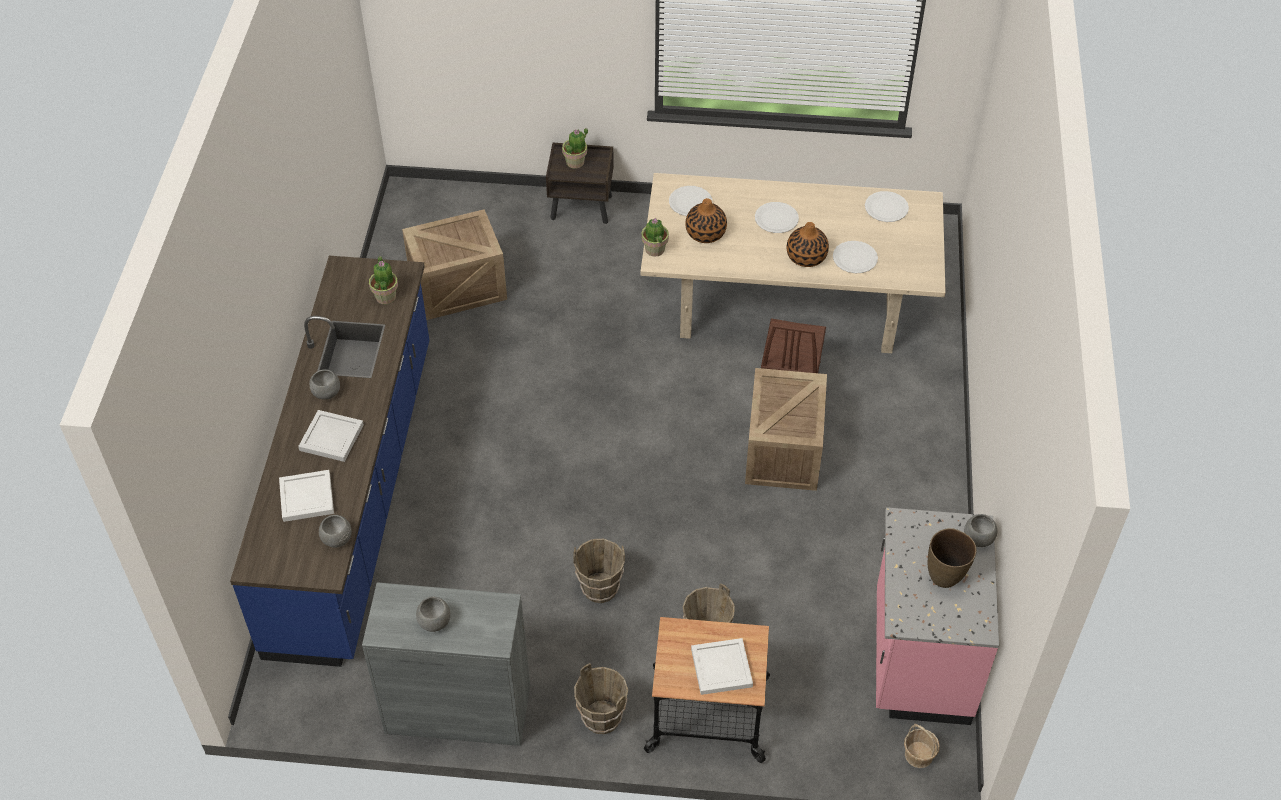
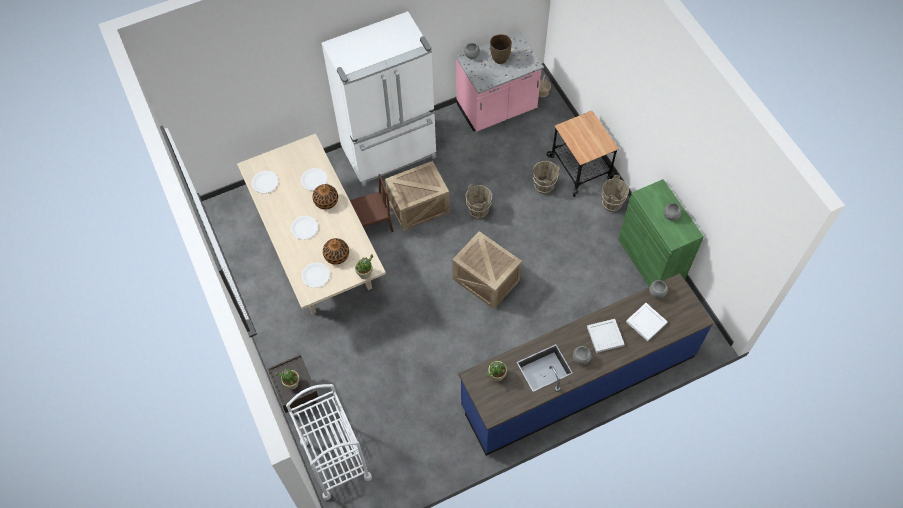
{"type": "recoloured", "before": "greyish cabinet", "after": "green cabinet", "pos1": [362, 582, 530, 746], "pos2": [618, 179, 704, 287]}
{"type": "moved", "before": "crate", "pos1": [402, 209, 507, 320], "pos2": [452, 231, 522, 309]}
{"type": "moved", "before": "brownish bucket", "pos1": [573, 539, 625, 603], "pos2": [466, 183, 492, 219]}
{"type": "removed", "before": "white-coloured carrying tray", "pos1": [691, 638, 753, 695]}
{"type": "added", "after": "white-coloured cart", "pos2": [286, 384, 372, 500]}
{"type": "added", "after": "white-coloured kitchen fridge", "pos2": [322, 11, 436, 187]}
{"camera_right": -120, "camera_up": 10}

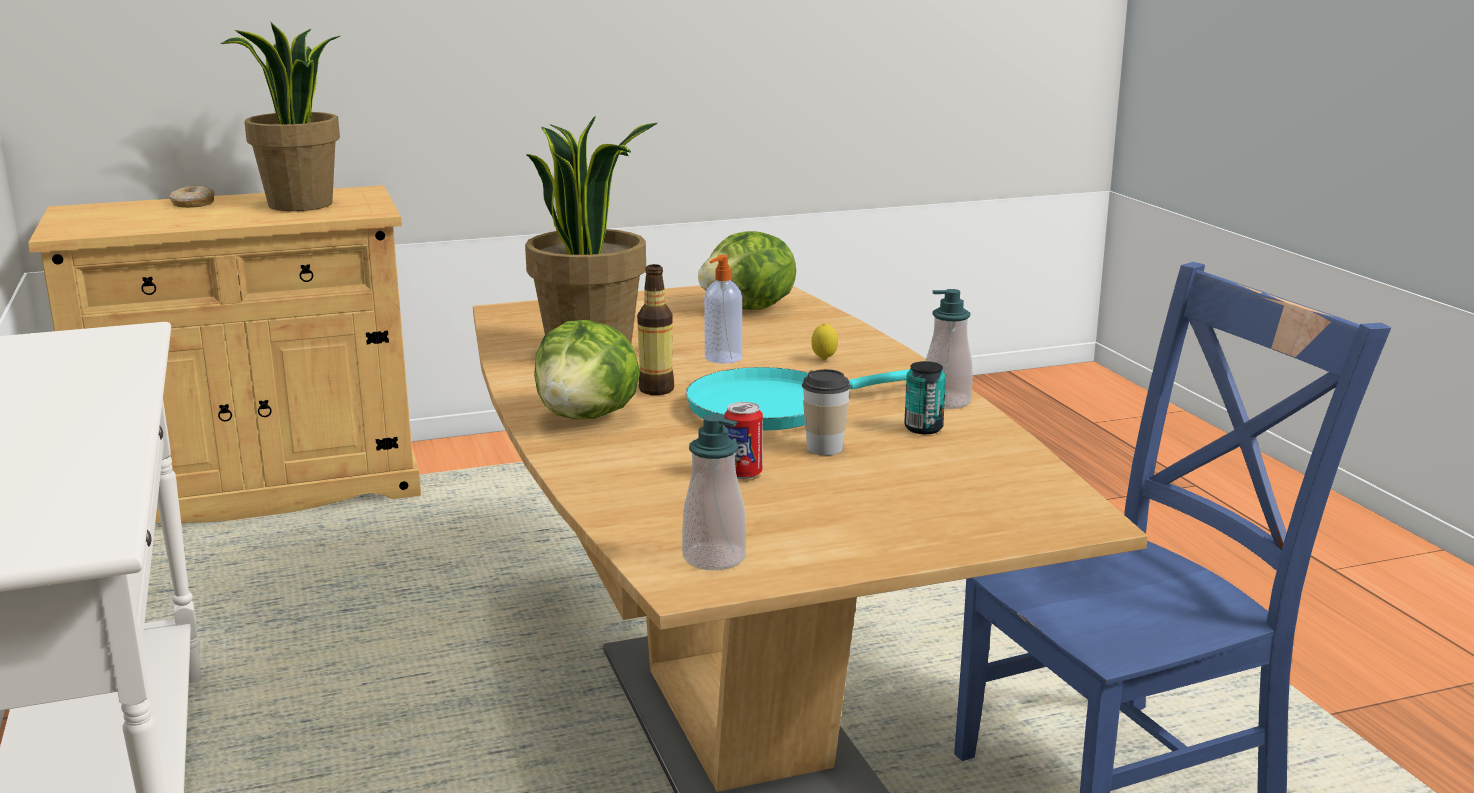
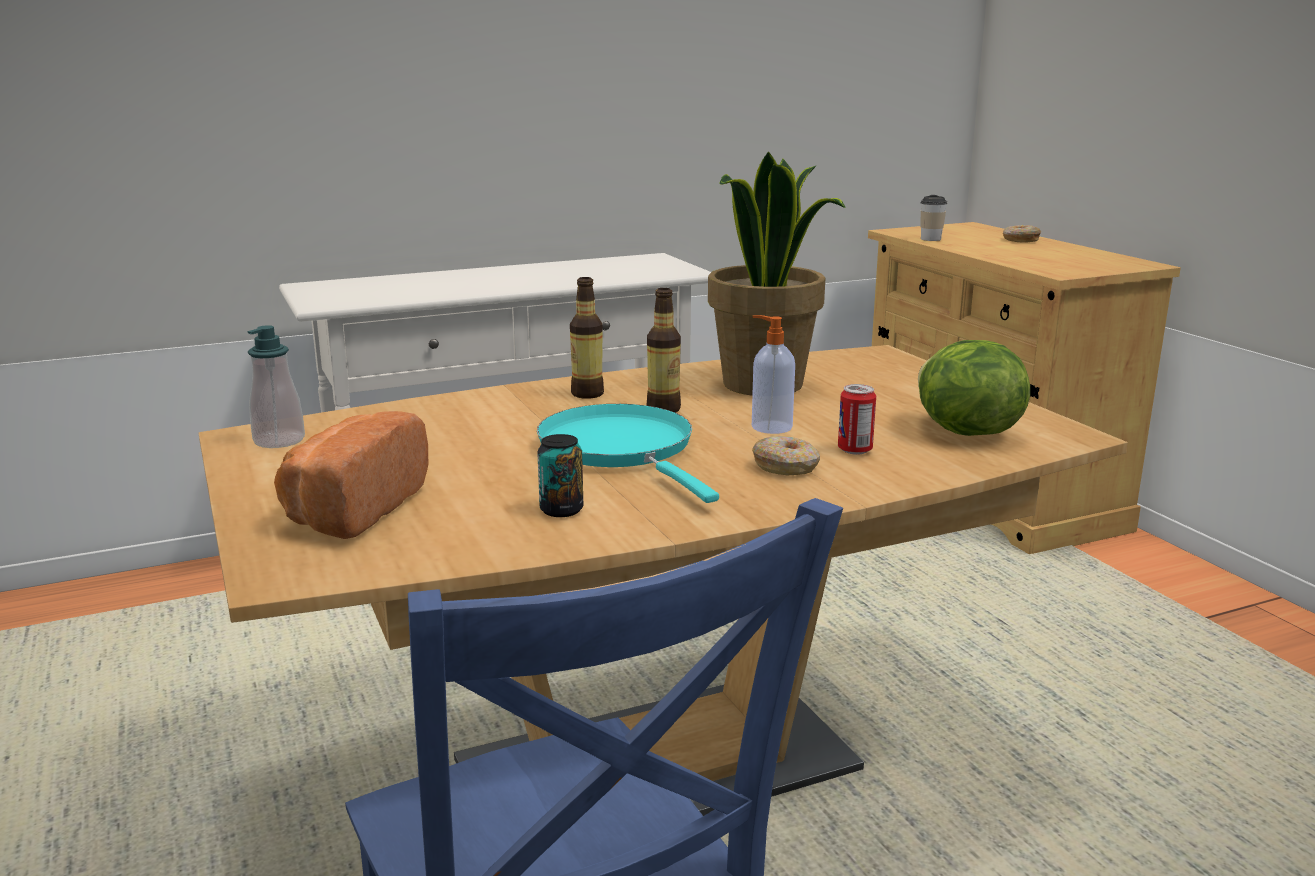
{"type": "removed", "before": "houseplant", "pos1": [220, 23, 340, 211]}
{"type": "replaced", "before": "lettuce head", "after": "drink bottle", "pos1": [534, 320, 640, 419], "pos2": [570, 277, 604, 399]}
{"type": "moved", "before": "can", "pos1": [724, 402, 763, 479], "pos2": [838, 384, 876, 455]}
{"type": "moved", "before": "drinking cup", "pos1": [802, 369, 851, 456], "pos2": [921, 195, 947, 241]}
{"type": "replaced", "before": "lemon", "after": "doughnut", "pos1": [811, 323, 838, 360], "pos2": [752, 436, 820, 475]}
{"type": "removed", "before": "soap dispenser", "pos1": [926, 289, 973, 409]}
{"type": "added", "after": "bread", "pos2": [274, 411, 428, 539]}
{"camera_right": 85, "camera_up": 0}

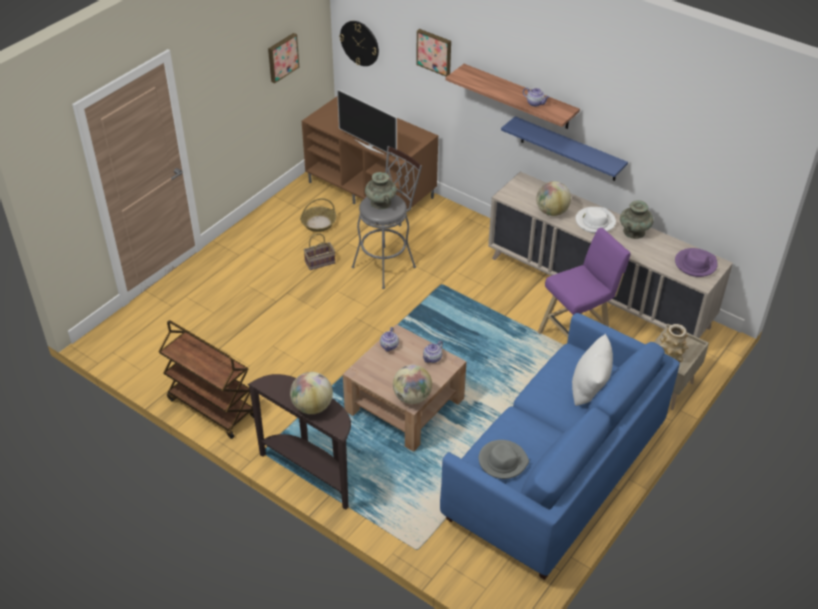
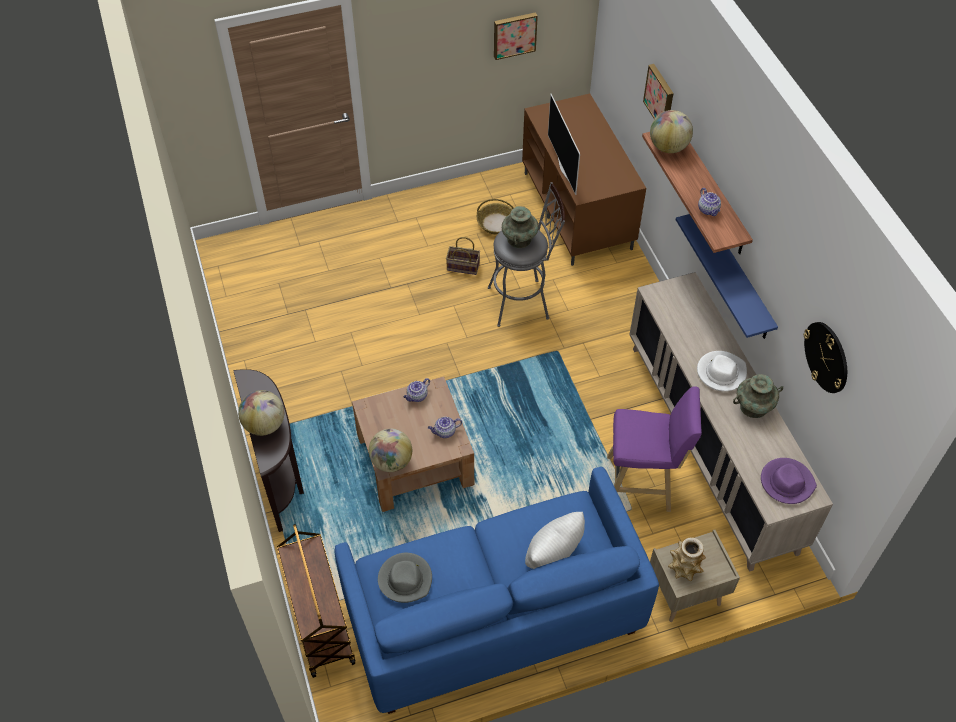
{"type": "moved", "before": "brownish cart", "pos1": [159, 320, 254, 439], "pos2": [277, 524, 355, 678]}
{"type": "moved", "before": "clock on the wall", "pos1": [339, 21, 379, 66], "pos2": [804, 322, 847, 393]}
{"type": "moved", "before": "world globe", "pos1": [536, 181, 571, 216], "pos2": [650, 110, 693, 153]}
{"camera_right": 35, "camera_up": 10}

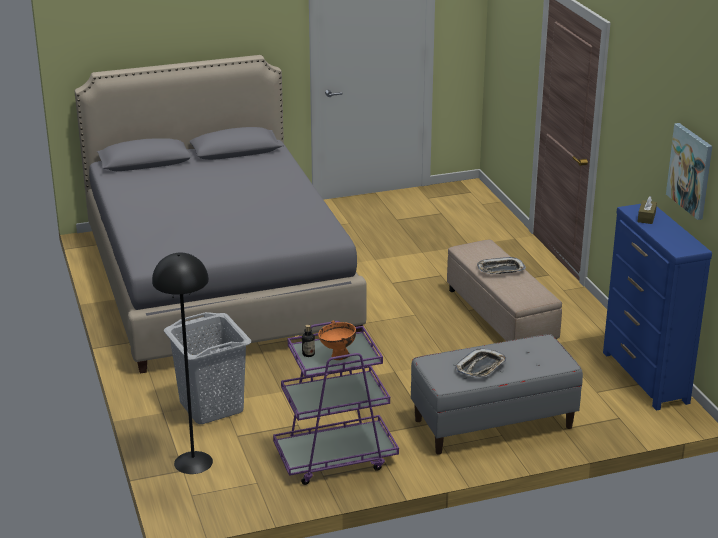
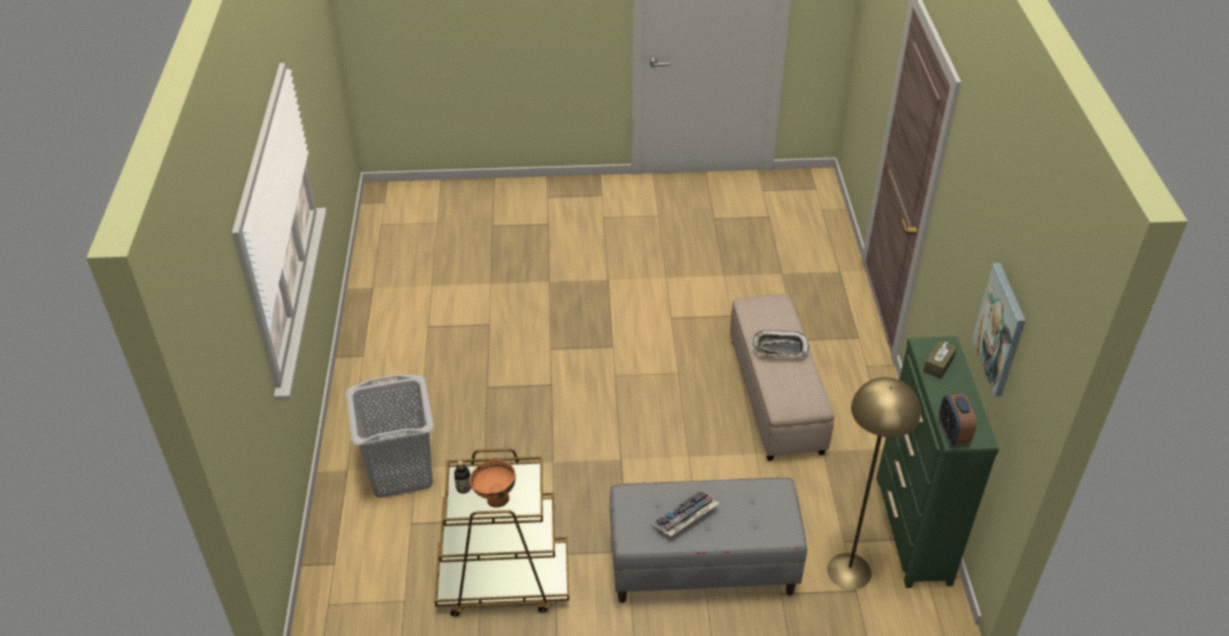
{"type": "removed", "before": "greyish bedroom bed", "pos1": [75, 55, 367, 374]}
{"type": "removed", "before": "black standard lamp", "pos1": [152, 253, 213, 474]}
{"type": "recoloured", "before": "purple cart", "after": "brownish cart", "pos1": [273, 321, 399, 485], "pos2": [435, 448, 569, 617]}
{"type": "replaced", "before": "carrying tray", "after": "keyboard", "pos1": [455, 348, 507, 377], "pos2": [652, 490, 720, 536]}
{"type": "recoloured", "before": "blue-coloured dresser", "after": "green dresser", "pos1": [603, 204, 712, 411], "pos2": [876, 336, 999, 588]}
{"type": "added", "after": "yellowish standard lamp", "pos2": [827, 377, 921, 590]}
{"type": "added", "after": "table clock", "pos2": [939, 394, 977, 444]}
{"camera_right": 15, "camera_up": 15}

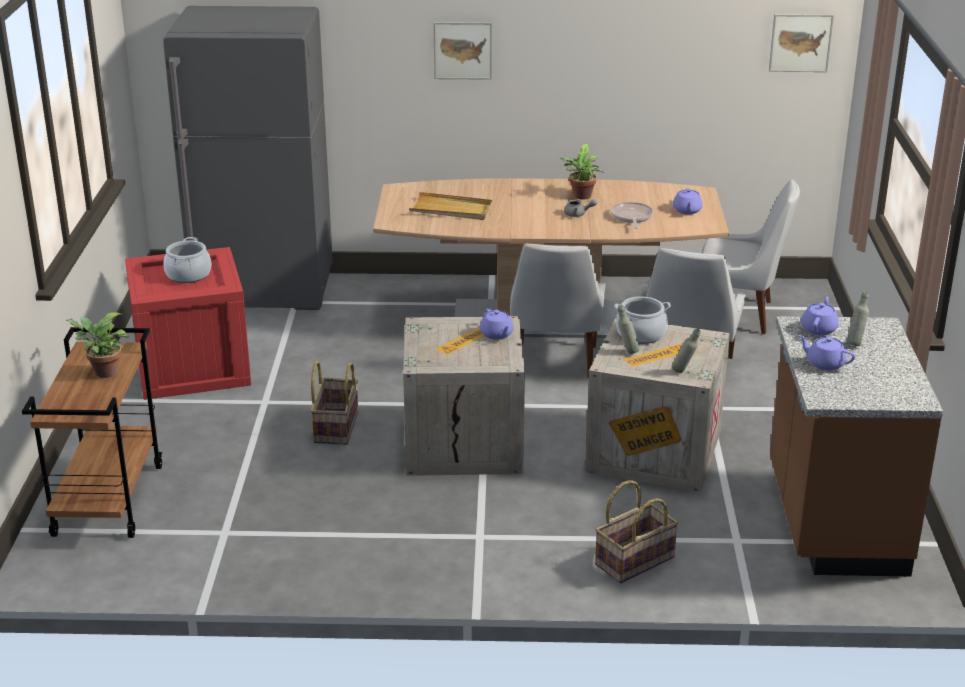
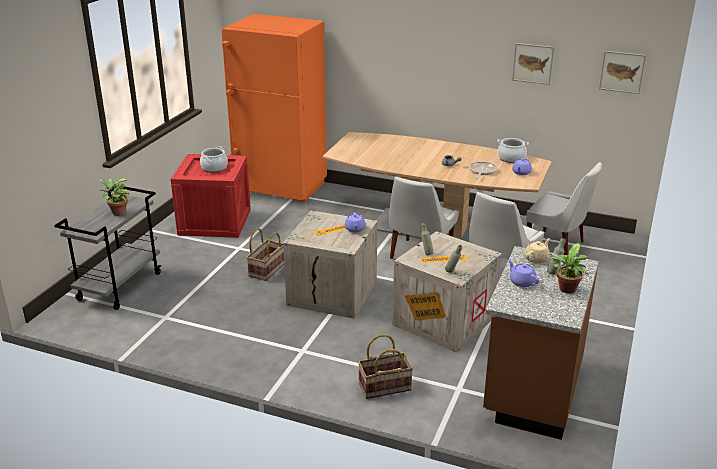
{"type": "recoloured", "before": "brownish cart", "after": "greyish cart", "pos1": [22, 327, 162, 538], "pos2": [54, 185, 161, 310]}
{"type": "recoloured", "before": "greyish kitchen fridge", "after": "orangey kitchen fridge", "pos1": [163, 6, 333, 310], "pos2": [222, 14, 327, 202]}
{"type": "removed", "before": "beige carrying tray", "pos1": [409, 192, 492, 220]}
{"type": "moved", "before": "picture", "pos1": [433, 22, 492, 80], "pos2": [512, 43, 554, 85]}
{"type": "moved", "before": "houseplant", "pos1": [561, 144, 604, 200], "pos2": [550, 243, 588, 294]}
{"type": "moved", "before": "saucepot", "pos1": [615, 297, 671, 344], "pos2": [497, 138, 529, 163]}
{"type": "recoloured", "before": "purple pot for tea", "after": "beige pot for tea", "pos1": [801, 296, 839, 335], "pos2": [524, 238, 550, 263]}
{"camera_right": 20, "camera_up": 0}

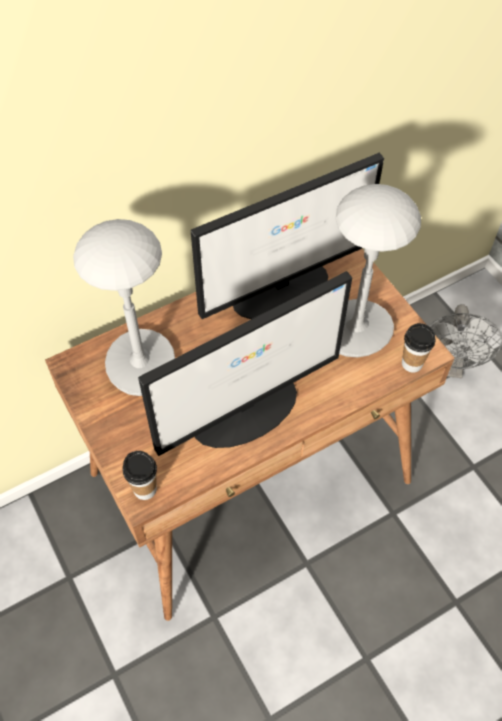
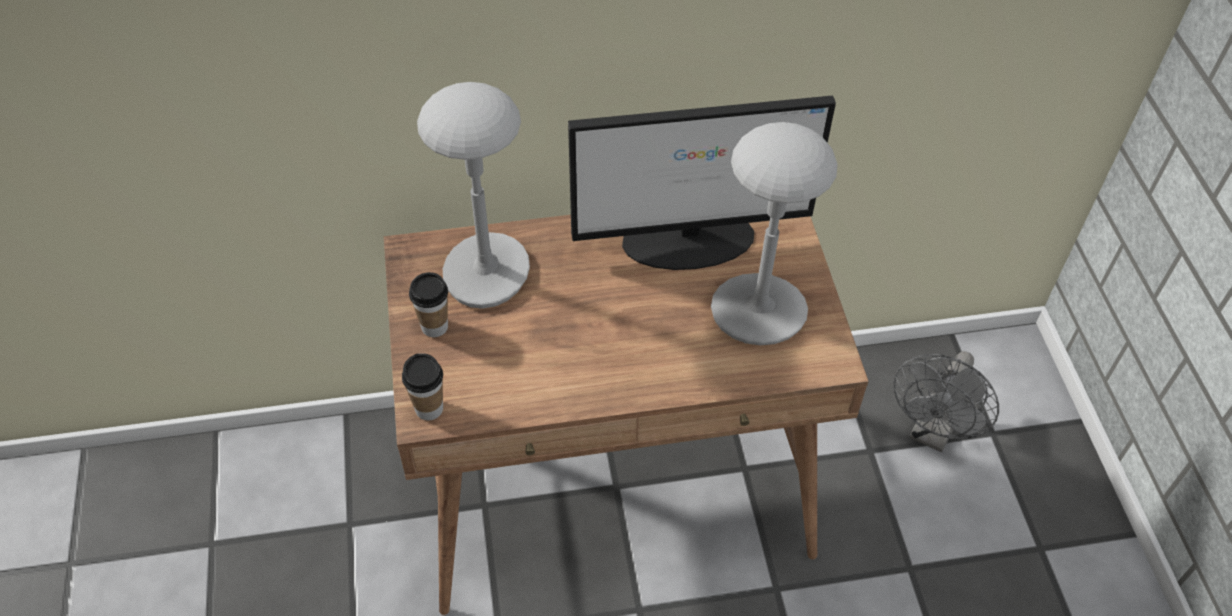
{"type": "removed", "before": "computer display", "pos1": [138, 271, 352, 456]}
{"type": "moved", "before": "drinking cup", "pos1": [402, 323, 435, 373], "pos2": [409, 272, 448, 337]}
{"camera_right": 20, "camera_up": -5}

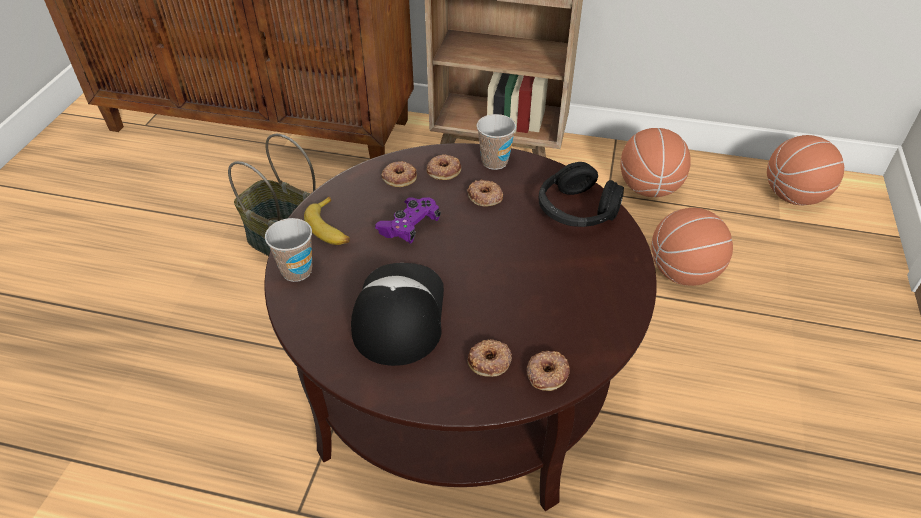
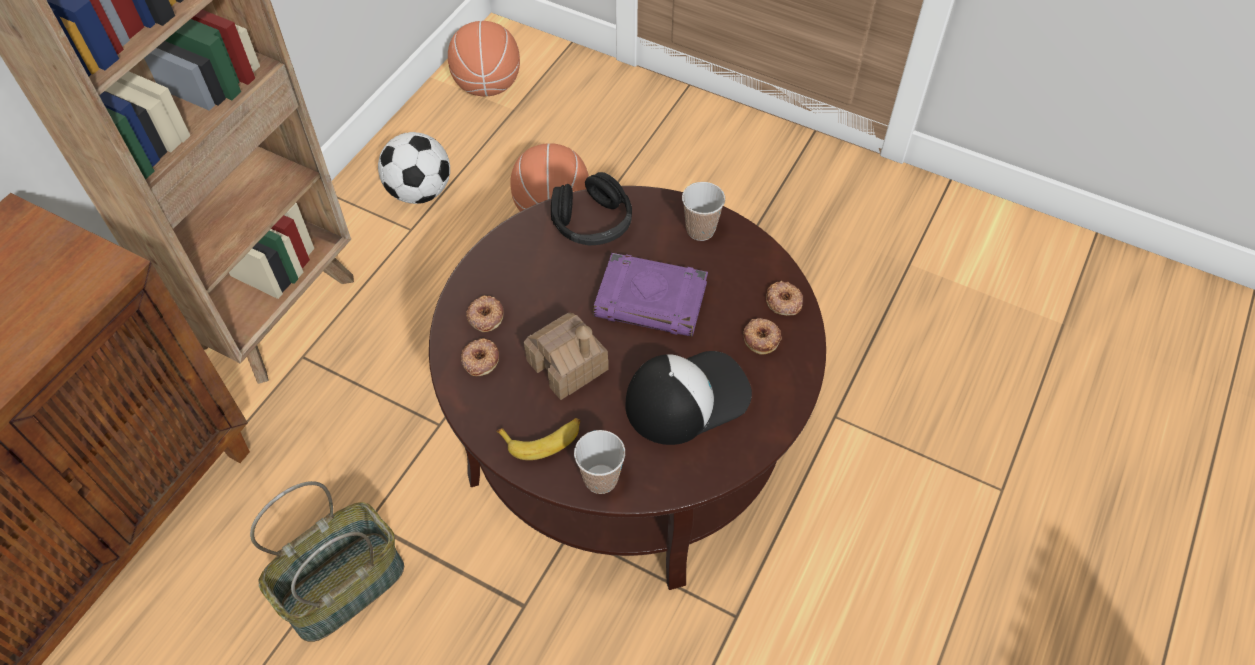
{"type": "turned", "before": "baseball cap", "pos1": [351, 263, 444, 366], "pos2": [625, 351, 752, 445], "turn": 135}
{"type": "replaced", "before": "purple game controller", "after": "toy house", "pos1": [375, 197, 441, 244], "pos2": [524, 313, 609, 400]}
{"type": "removed", "before": "doughnut", "pos1": [467, 179, 503, 206]}
{"type": "moved", "before": "drinking cup", "pos1": [476, 114, 516, 170], "pos2": [682, 182, 725, 241]}
{"type": "replaced", "before": "ball for basketball", "after": "football ball", "pos1": [621, 128, 691, 197], "pos2": [378, 132, 450, 204]}
{"type": "added", "after": "purple book", "pos2": [593, 253, 708, 337]}
{"camera_right": -75, "camera_up": 10}

